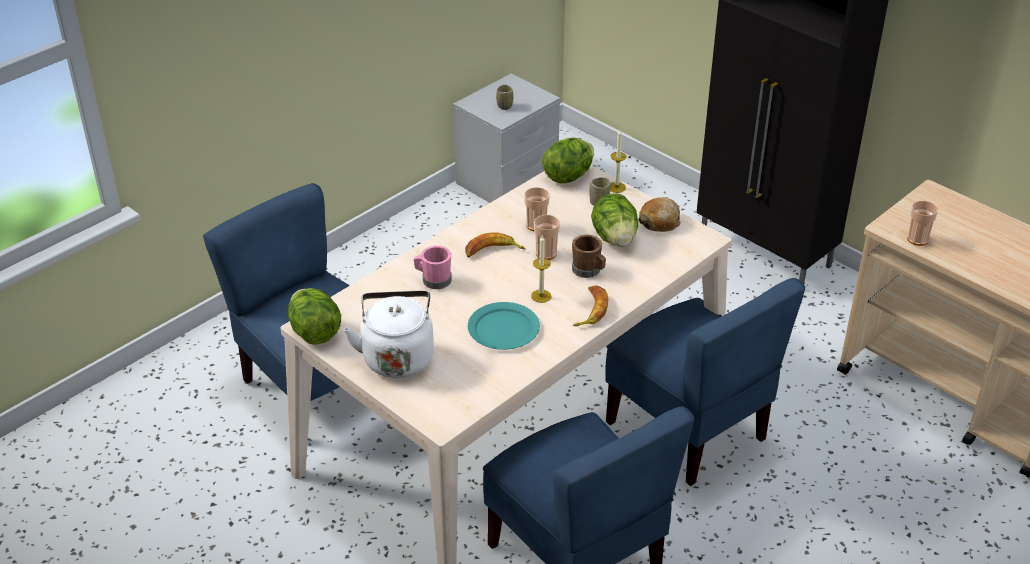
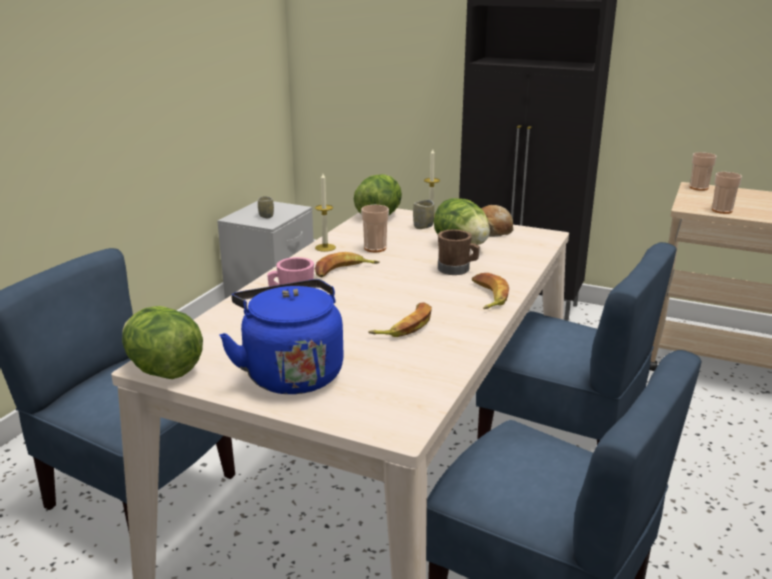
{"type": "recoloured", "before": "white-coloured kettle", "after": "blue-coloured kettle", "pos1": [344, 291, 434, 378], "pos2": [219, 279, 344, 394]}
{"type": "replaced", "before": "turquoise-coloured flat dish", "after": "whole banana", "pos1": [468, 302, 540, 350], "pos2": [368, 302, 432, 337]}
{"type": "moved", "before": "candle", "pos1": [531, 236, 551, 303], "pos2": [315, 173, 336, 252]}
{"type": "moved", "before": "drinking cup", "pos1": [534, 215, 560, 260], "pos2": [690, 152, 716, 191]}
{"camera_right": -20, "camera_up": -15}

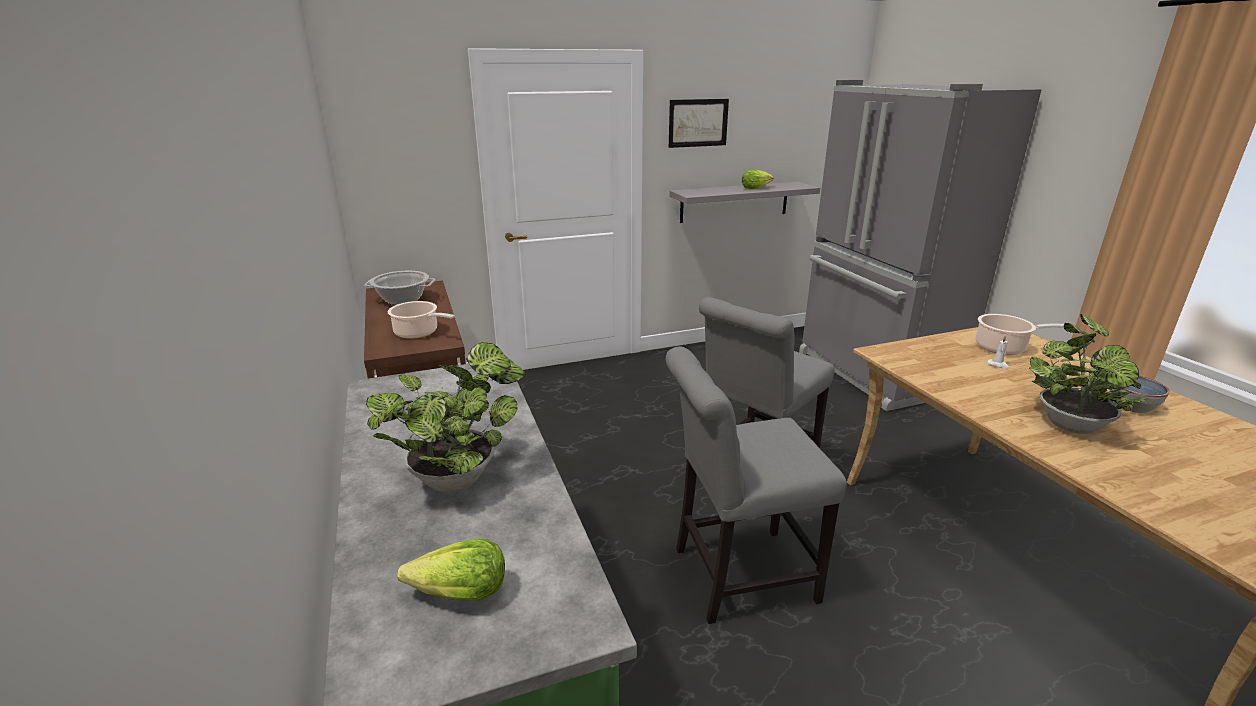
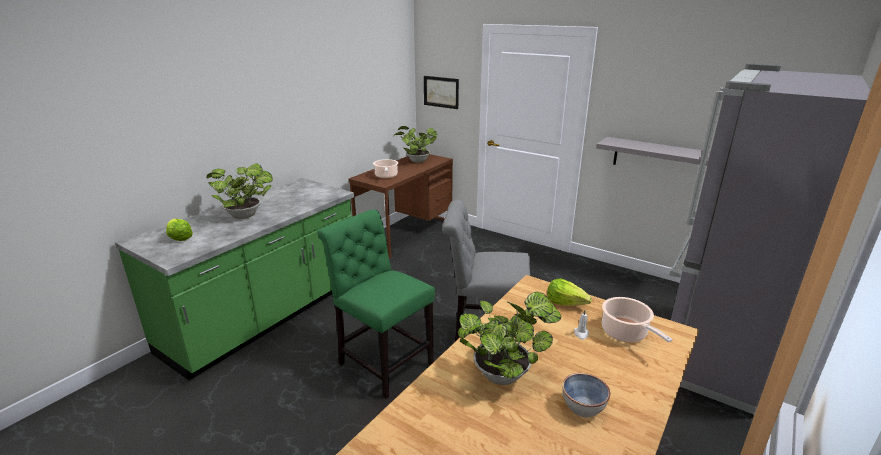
{"type": "replaced", "before": "saucepot", "after": "houseplant", "pos1": [364, 271, 435, 305], "pos2": [393, 126, 438, 163]}
{"type": "recoloured", "before": "greyish plain chair", "after": "green plain chair", "pos1": [666, 347, 847, 624], "pos2": [317, 210, 435, 399]}
{"type": "moved", "before": "picture", "pos1": [669, 99, 729, 148], "pos2": [424, 76, 459, 109]}
{"type": "moved", "before": "lettuce head", "pos1": [742, 169, 774, 189], "pos2": [547, 278, 592, 306]}
{"camera_right": 55, "camera_up": 0}

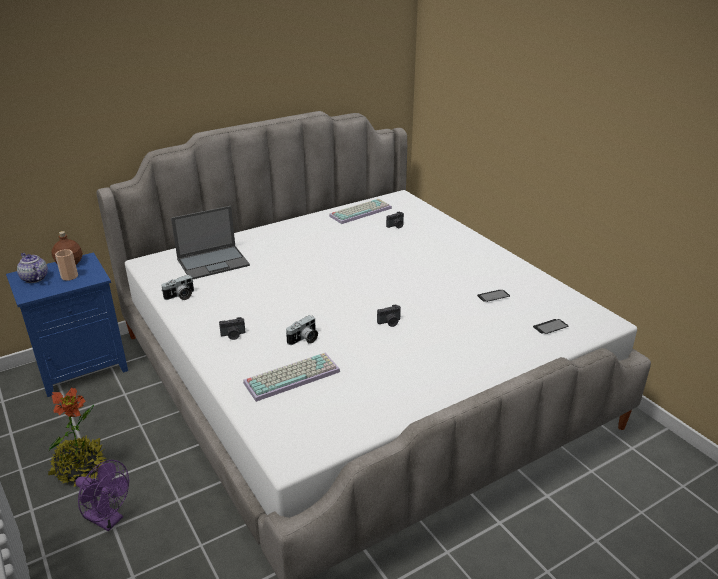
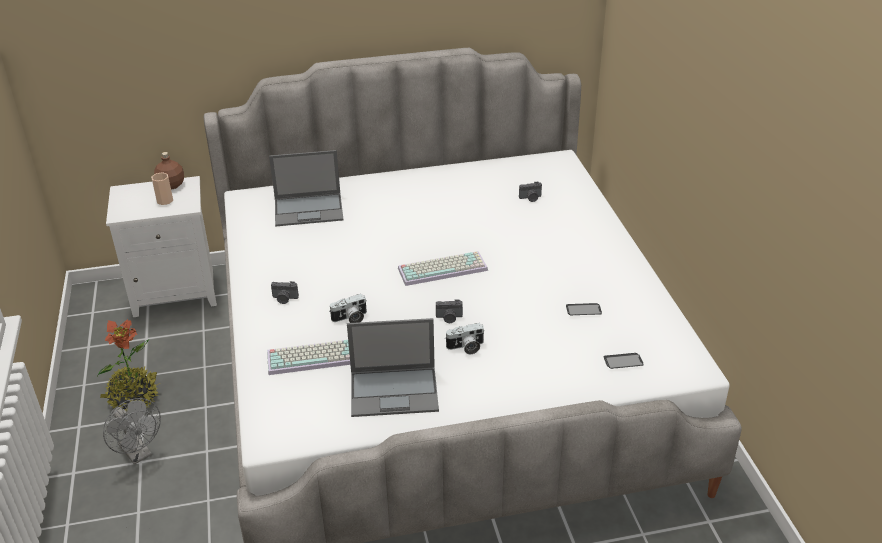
{"type": "recoloured", "before": "blue-coloured bedside table", "after": "white-coloured bedside table", "pos1": [6, 252, 128, 397], "pos2": [106, 176, 217, 317]}
{"type": "removed", "before": "pot for tea", "pos1": [17, 253, 48, 283]}
{"type": "recoloured", "before": "purple electric fan", "after": "greyish electric fan", "pos1": [75, 460, 129, 531], "pos2": [103, 398, 161, 465]}
{"type": "moved", "before": "still camera", "pos1": [161, 275, 194, 300], "pos2": [445, 323, 485, 354]}
{"type": "moved", "before": "keyboard", "pos1": [329, 199, 392, 224], "pos2": [398, 251, 488, 286]}
{"type": "added", "after": "portable computer", "pos2": [347, 318, 439, 417]}
{"camera_right": 20, "camera_up": 5}

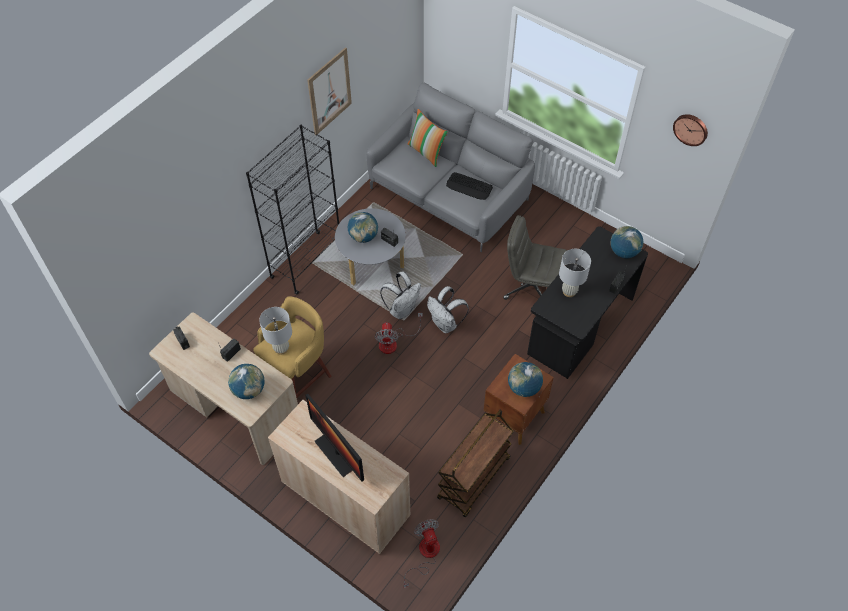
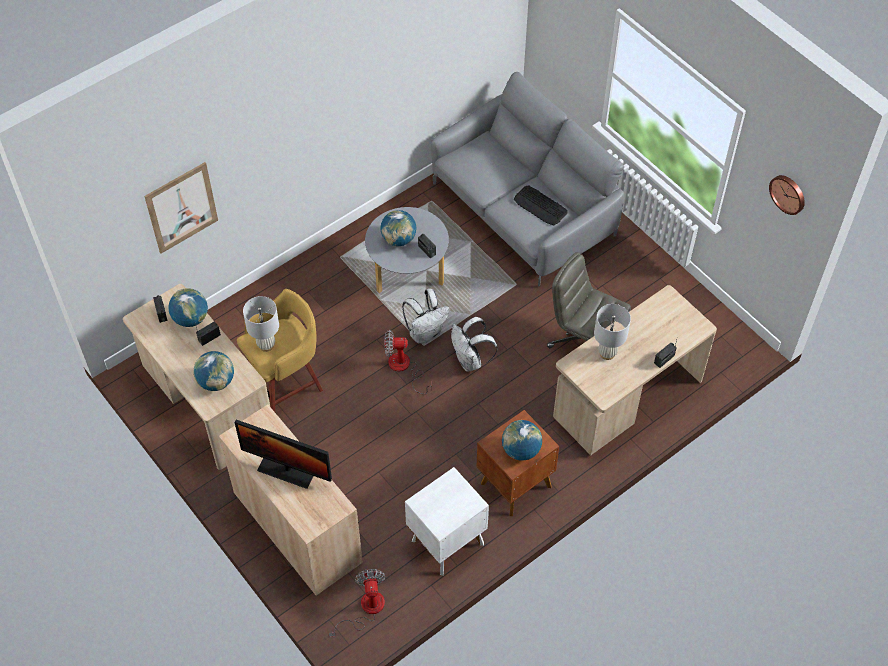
{"type": "removed", "before": "black bookshelf", "pos1": [246, 125, 339, 295]}
{"type": "turned", "before": "computer display", "pos1": [305, 394, 364, 481], "pos2": [234, 419, 332, 489], "turn": -45}
{"type": "moved", "before": "picture", "pos1": [307, 47, 352, 134], "pos2": [144, 162, 218, 253]}
{"type": "turned", "before": "electric fan", "pos1": [375, 313, 423, 354], "pos2": [384, 330, 431, 394], "turn": 75}
{"type": "removed", "before": "cushion", "pos1": [408, 109, 448, 167]}
{"type": "replaced", "before": "brownish cart", "after": "white-coloured bedside table", "pos1": [437, 410, 514, 518], "pos2": [405, 467, 489, 575]}
{"type": "recoloured", "before": "black desk table", "after": "beige desk table", "pos1": [527, 226, 648, 379], "pos2": [553, 285, 717, 455]}
{"type": "moved", "before": "world globe", "pos1": [610, 226, 643, 258], "pos2": [168, 288, 208, 327]}
{"camera_right": 15, "camera_up": 0}

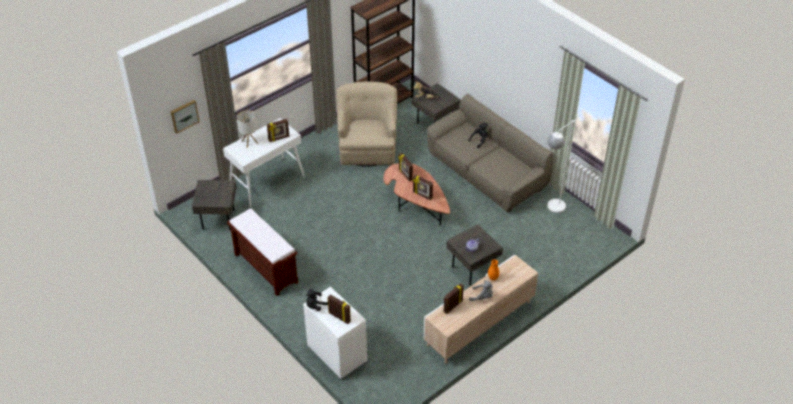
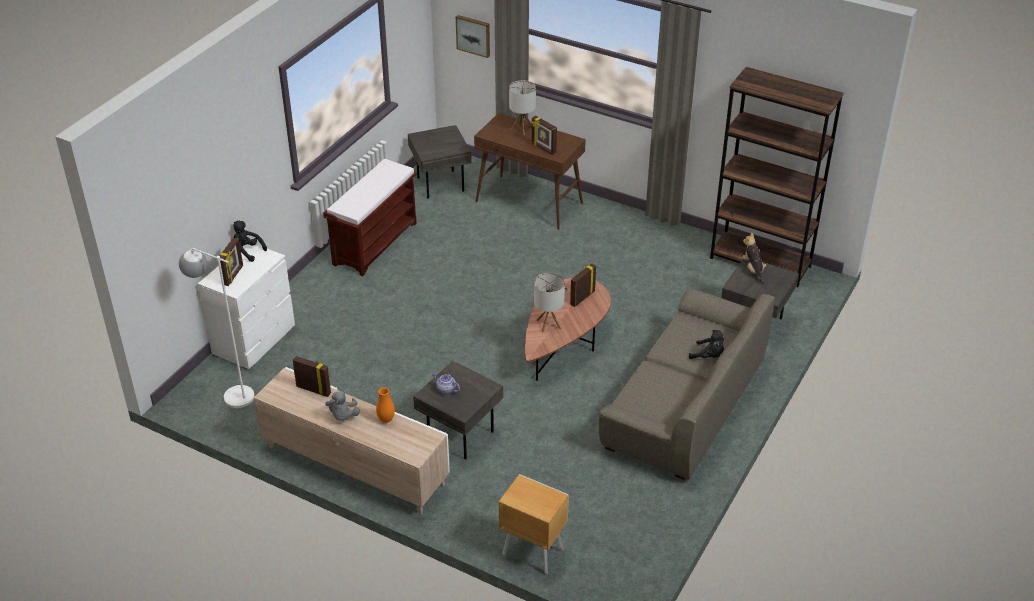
{"type": "recoloured", "before": "white-coloured console table", "after": "brownish console table", "pos1": [223, 118, 305, 207], "pos2": [474, 113, 586, 230]}
{"type": "removed", "before": "beige armchair", "pos1": [336, 81, 397, 167]}
{"type": "replaced", "before": "picture frame", "after": "tabletop lamp", "pos1": [413, 175, 433, 200], "pos2": [534, 273, 565, 333]}
{"type": "moved", "before": "white-coloured standard lamp", "pos1": [547, 119, 577, 213], "pos2": [179, 248, 254, 408]}
{"type": "added", "after": "brownish bedside table", "pos2": [499, 474, 569, 574]}
{"camera_right": 70, "camera_up": -5}

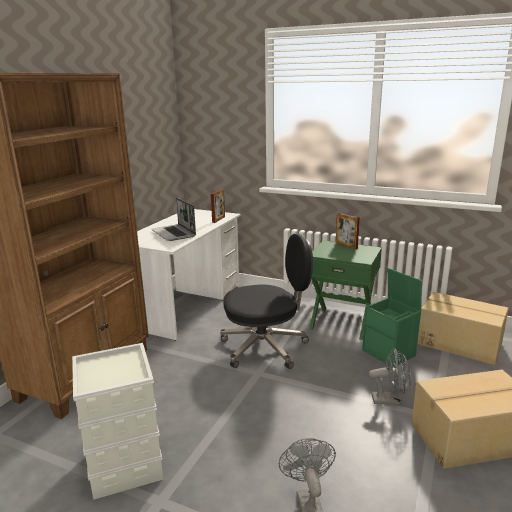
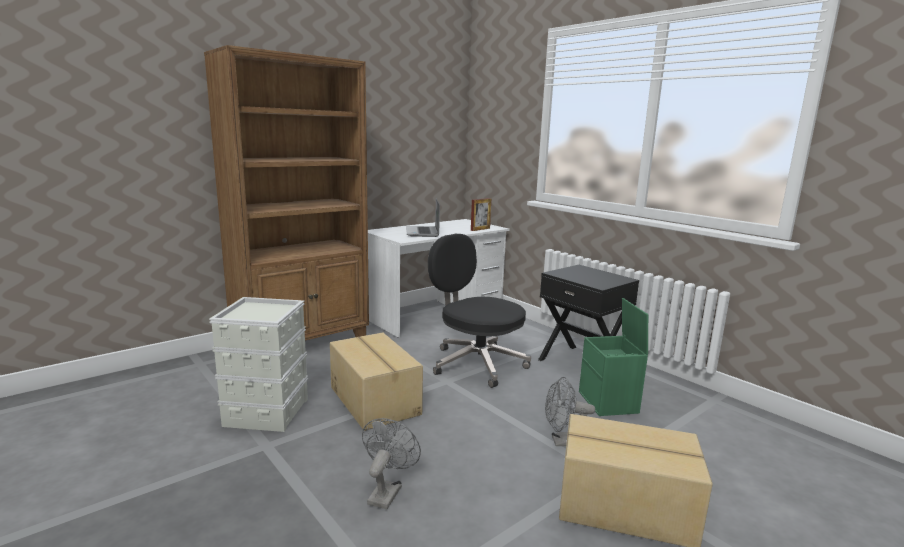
{"type": "turned", "before": "black office chair", "pos1": [220, 234, 313, 369], "pos2": [428, 234, 531, 388], "turn": -150}
{"type": "recoloured", "before": "green bedside table", "after": "black bedside table", "pos1": [310, 240, 382, 340], "pos2": [538, 265, 639, 361]}
{"type": "removed", "before": "picture frame", "pos1": [336, 213, 360, 249]}
{"type": "turned", "before": "greyish electric fan", "pos1": [368, 348, 411, 405], "pos2": [545, 377, 595, 446], "turn": 150}
{"type": "moved", "before": "packing box", "pos1": [417, 292, 509, 365], "pos2": [330, 332, 423, 431]}
{"camera_right": 25, "camera_up": -5}

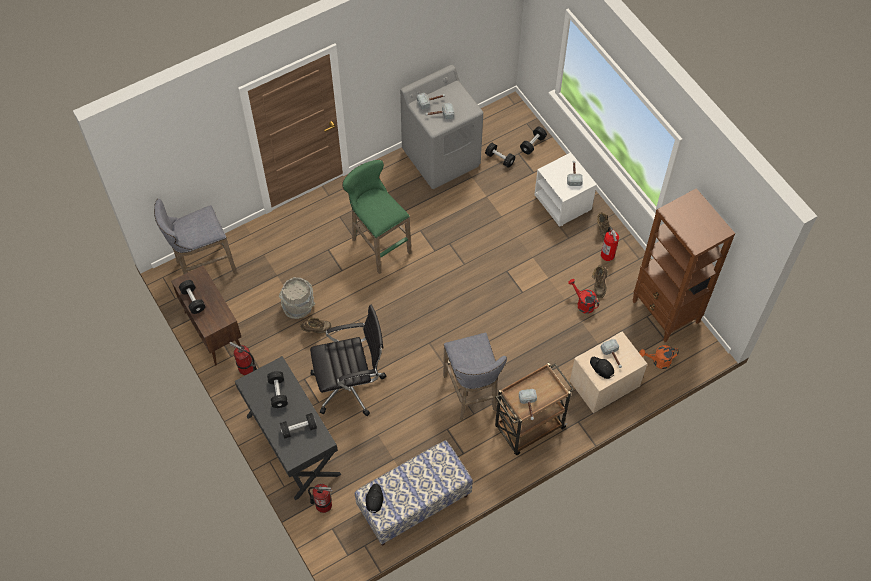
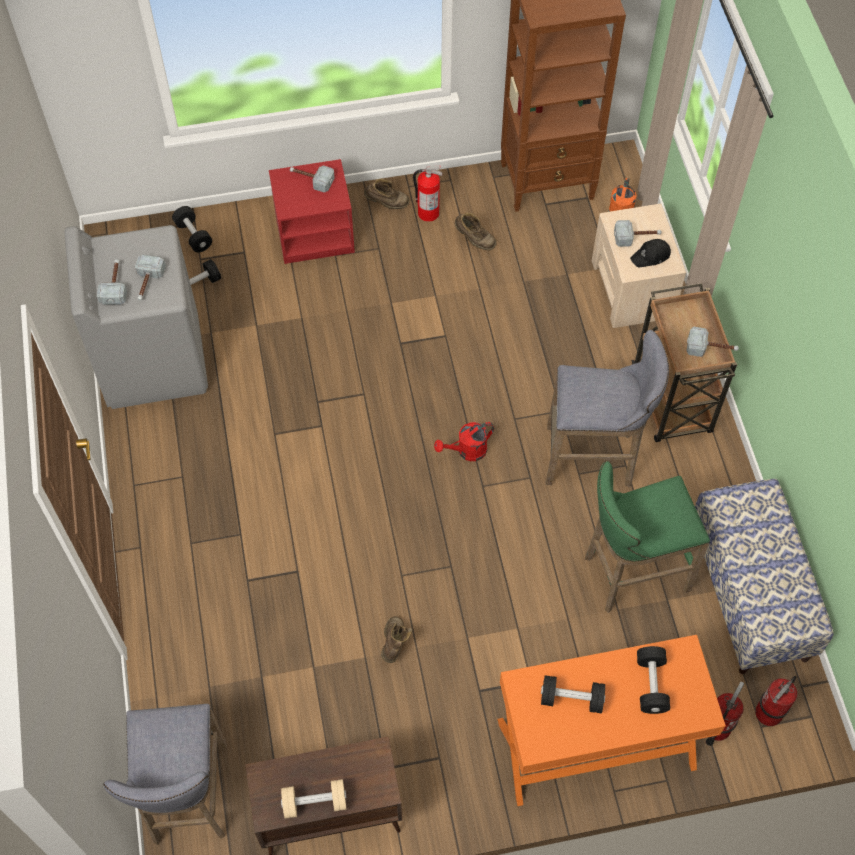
{"type": "recoloured", "before": "black free weight", "after": "beige free weight", "pos1": [179, 280, 205, 314], "pos2": [281, 779, 347, 819]}
{"type": "moved", "before": "fire extinguisher", "pos1": [229, 342, 257, 375], "pos2": [755, 676, 797, 726]}
{"type": "recoloured", "before": "black desk table", "after": "orangey desk table", "pos1": [235, 356, 341, 500], "pos2": [498, 635, 726, 806]}
{"type": "removed", "before": "greyish bucket", "pos1": [279, 277, 315, 319]}
{"type": "removed", "before": "black office chair", "pos1": [310, 305, 387, 416]}
{"type": "moved", "before": "green stool", "pos1": [342, 160, 411, 274], "pos2": [585, 461, 710, 613]}
{"type": "removed", "before": "black baseball cap", "pos1": [366, 484, 383, 513]}
{"type": "recoloured", "before": "white-coloured bedside table", "after": "red-coloured bedside table", "pos1": [534, 152, 597, 227], "pos2": [269, 159, 355, 264]}
{"type": "moved", "before": "red-coloured watering pot", "pos1": [568, 279, 599, 314], "pos2": [434, 422, 494, 461]}
{"camera_right": -70, "camera_up": 0}

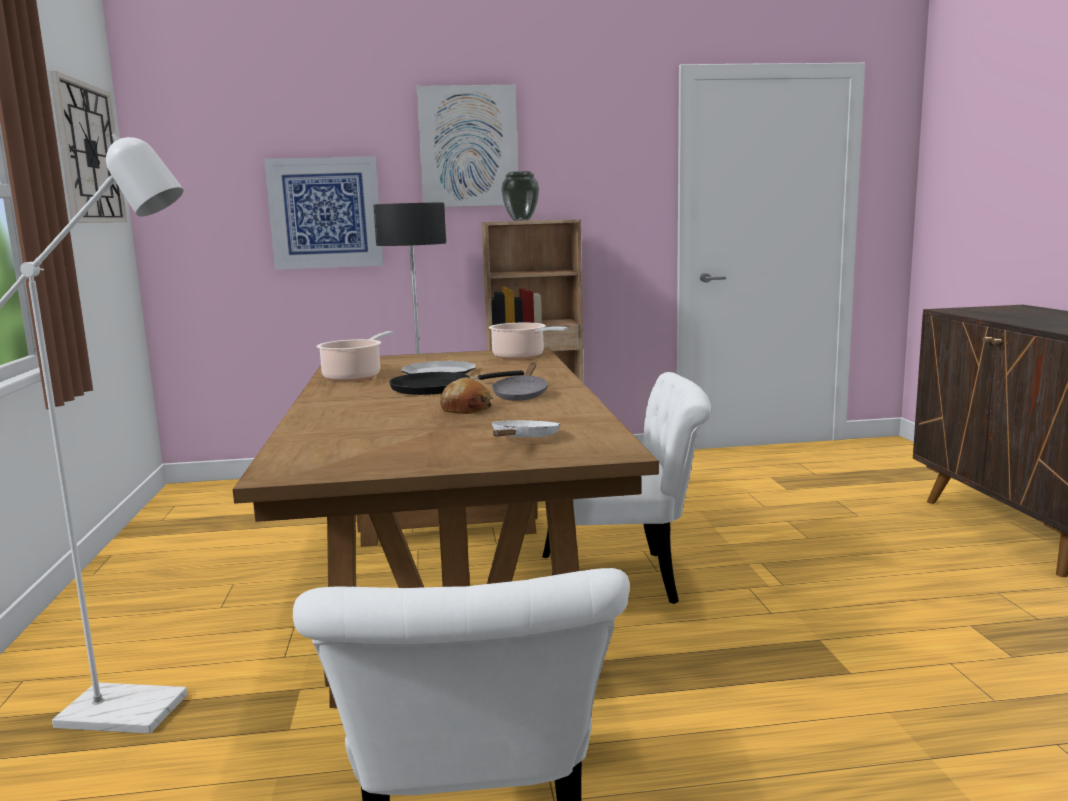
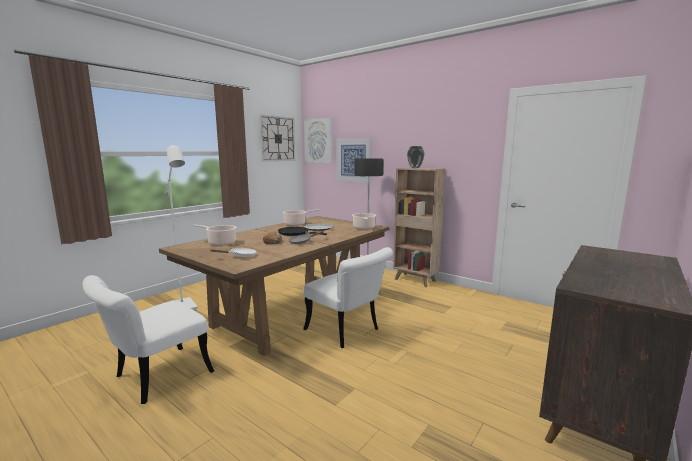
{"type": "moved", "before": "picture", "pos1": [417, 85, 518, 207], "pos2": [304, 118, 333, 163]}
{"type": "added", "after": "saucepot", "pos2": [193, 224, 237, 246]}
{"camera_right": 45, "camera_up": 0}

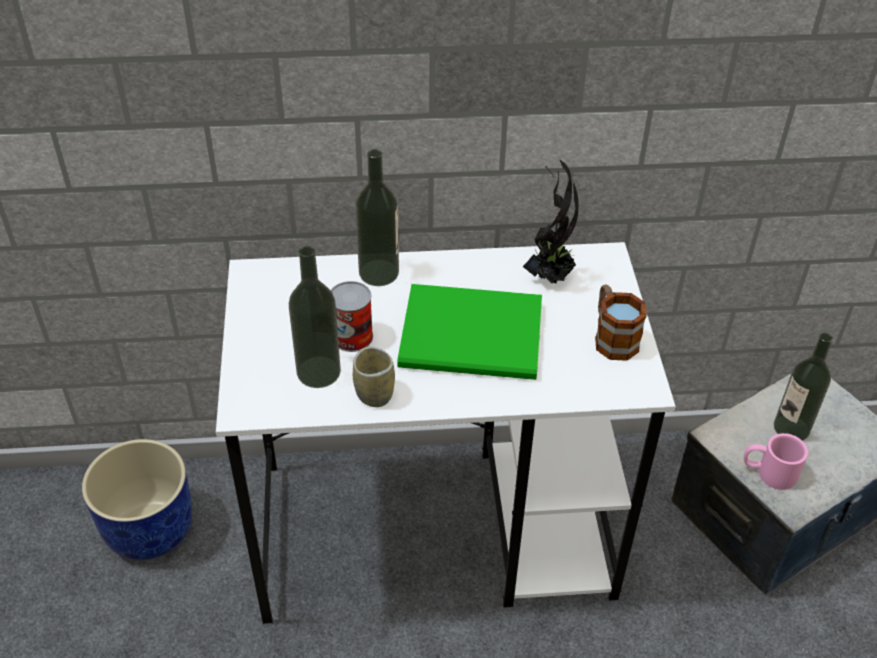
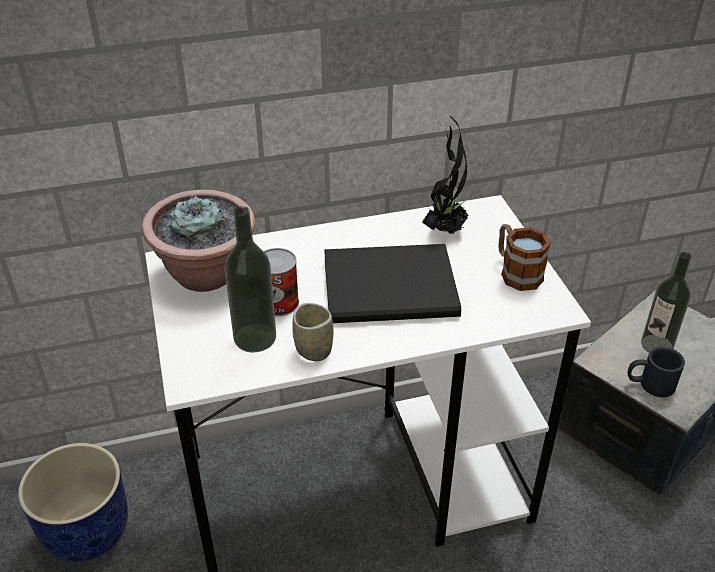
{"type": "removed", "before": "drink bottle", "pos1": [355, 149, 399, 286]}
{"type": "recoloured", "before": "green book", "after": "black book", "pos1": [397, 284, 542, 380], "pos2": [324, 244, 461, 323]}
{"type": "recoloured", "before": "pinkish mug", "after": "black mug", "pos1": [744, 433, 808, 490], "pos2": [628, 347, 685, 397]}
{"type": "added", "after": "houseplant", "pos2": [142, 189, 255, 292]}
{"camera_right": -10, "camera_up": -5}

